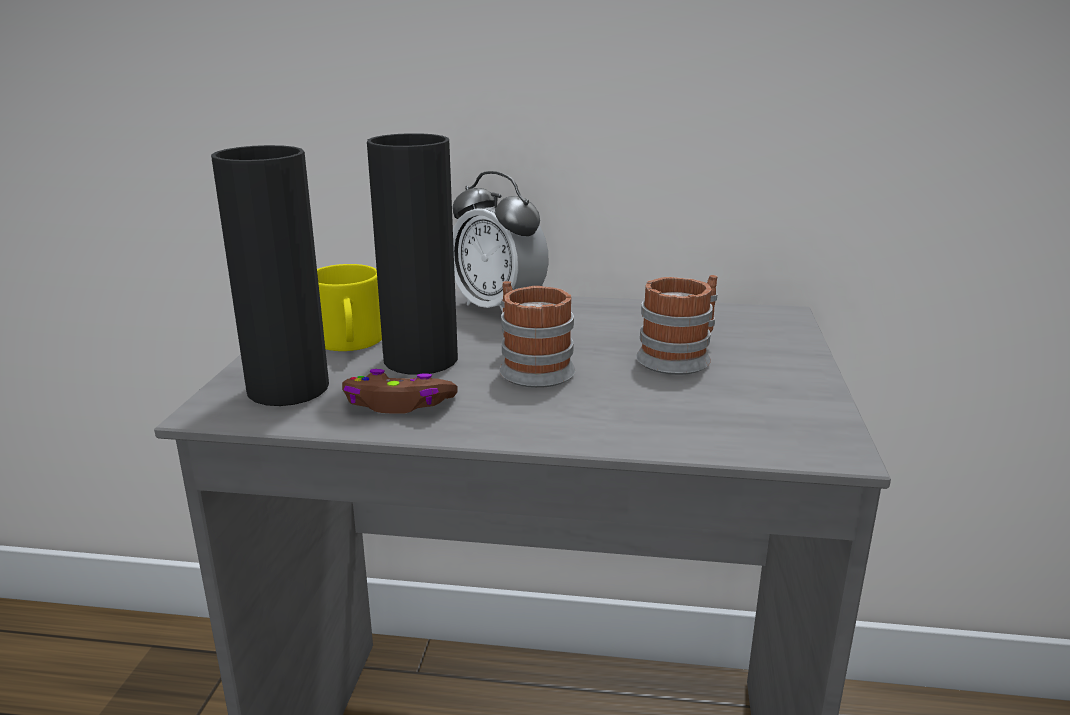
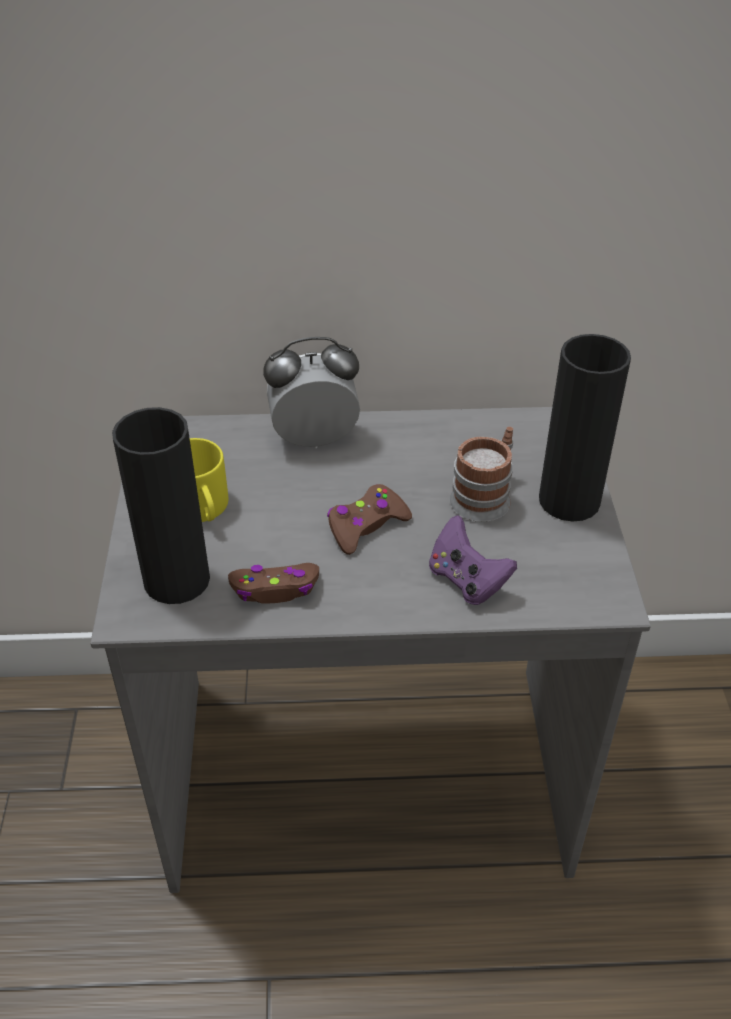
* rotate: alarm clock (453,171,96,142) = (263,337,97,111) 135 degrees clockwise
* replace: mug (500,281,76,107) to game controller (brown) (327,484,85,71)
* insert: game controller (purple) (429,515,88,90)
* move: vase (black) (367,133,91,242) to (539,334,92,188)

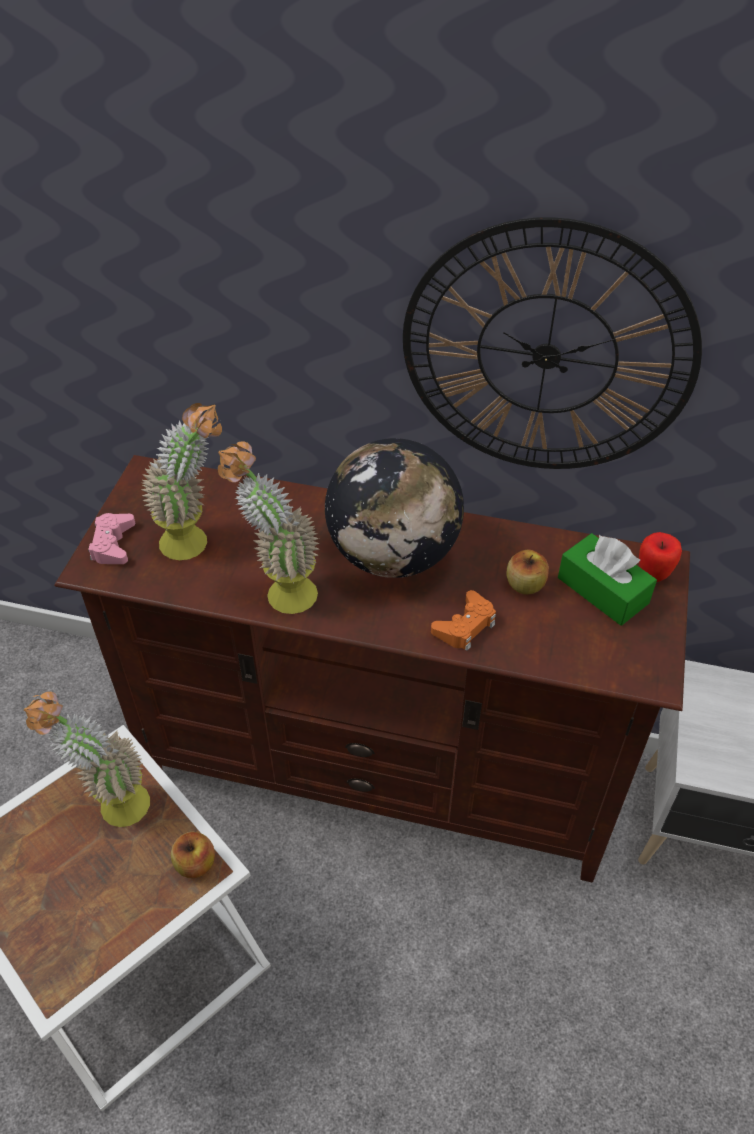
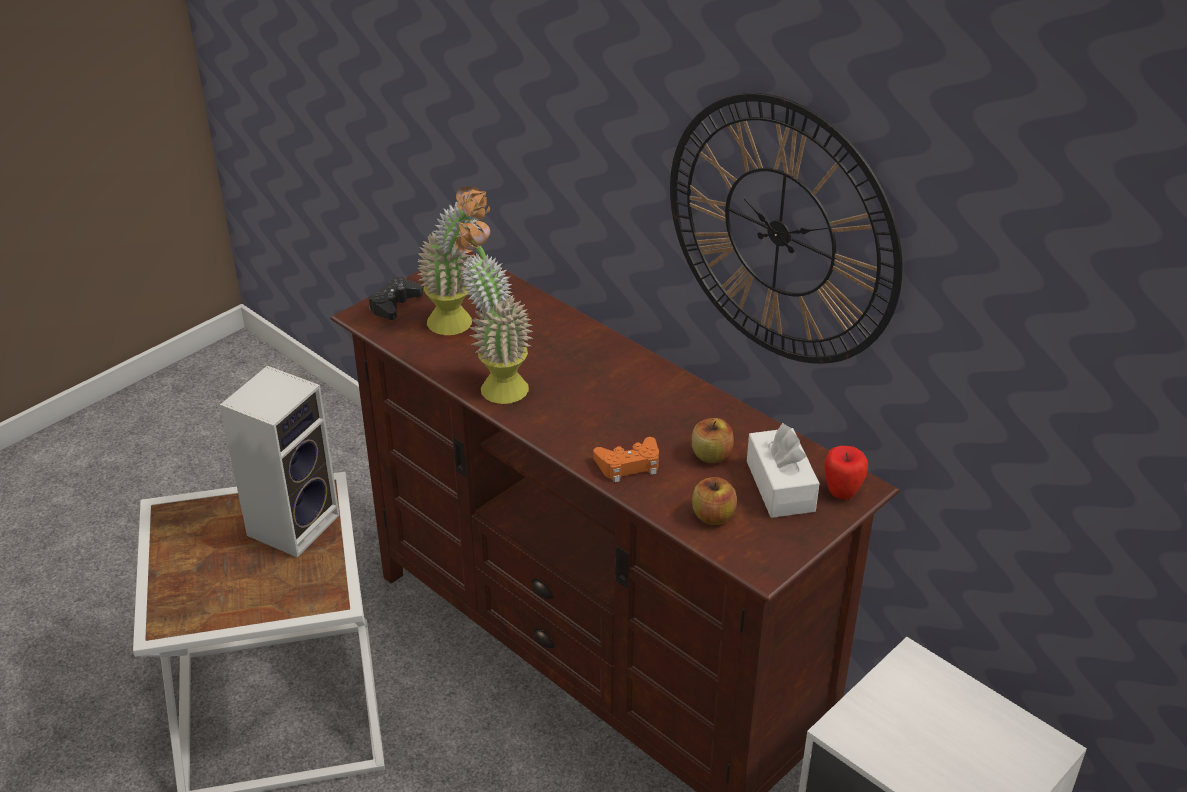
* replace: potted plant (24,692,126,135) to speaker (220,366,120,192)
* recolor: game controller (pink) (88,513,47,51) to game controller (black) (369,277,54,43)
* move: apple (171,832,44,46) to (692,477,45,48)
* recolor: tissue box (green) (558,533,99,93) to tissue box (white) (747,423,73,95)
* delete: globe (325,438,139,140)

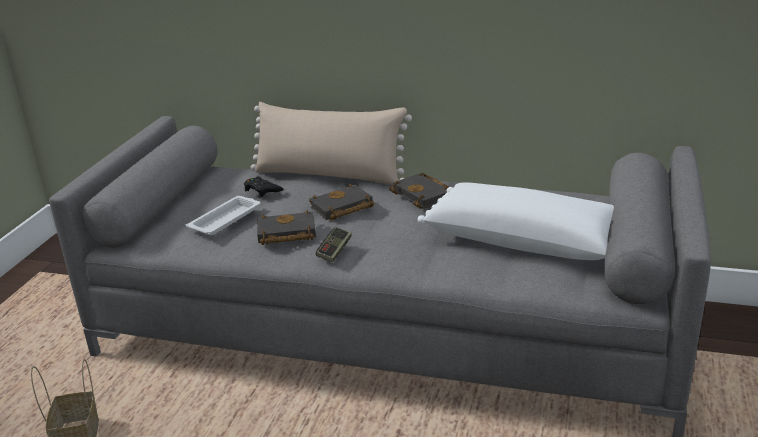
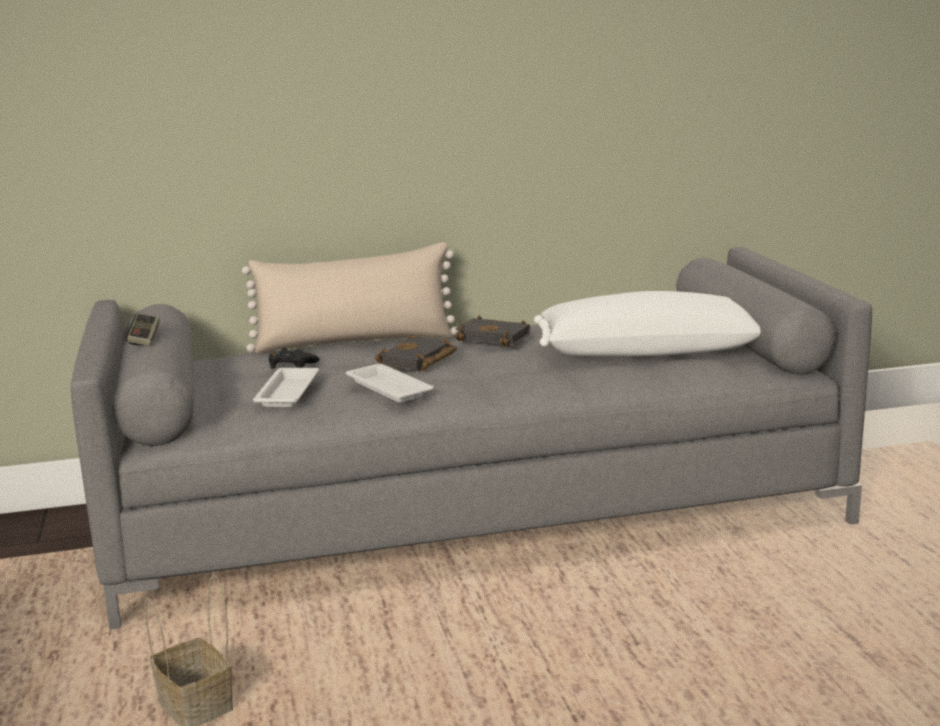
* move: game controller (316,227,36,35) to (126,314,34,32)
* replace: book (black) (257,210,59,35) to tray (white) (346,364,88,39)

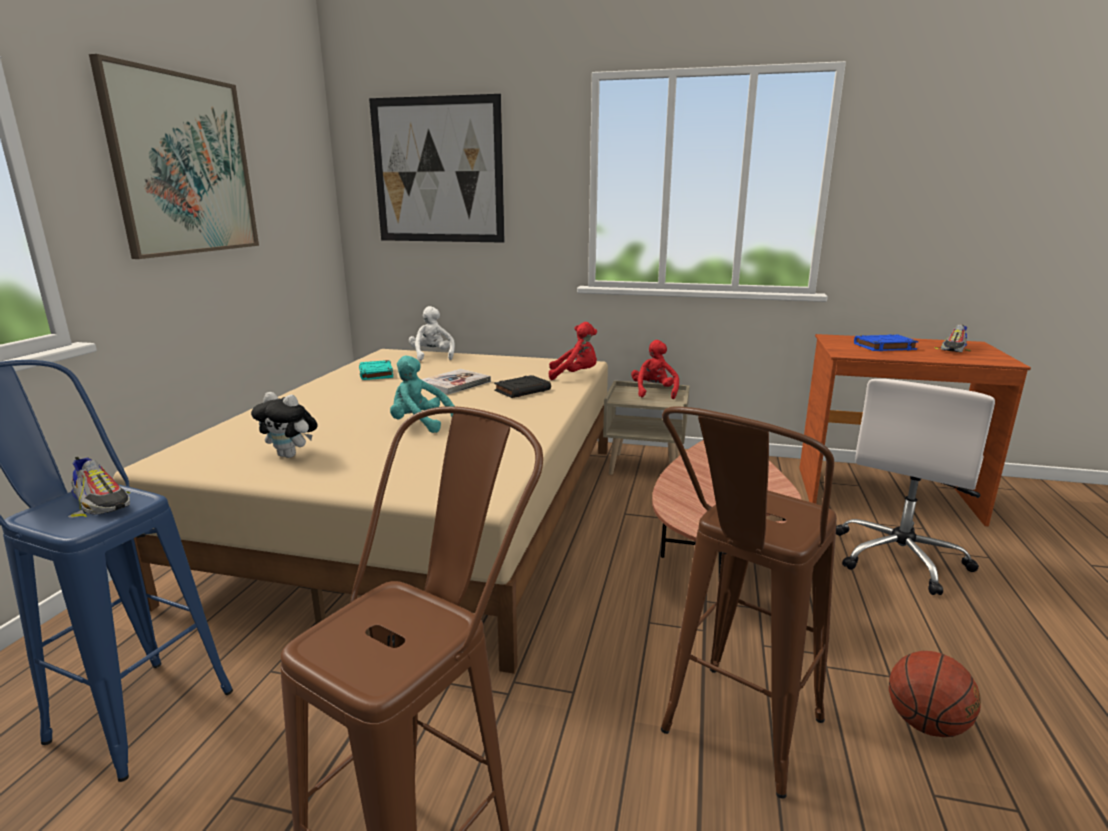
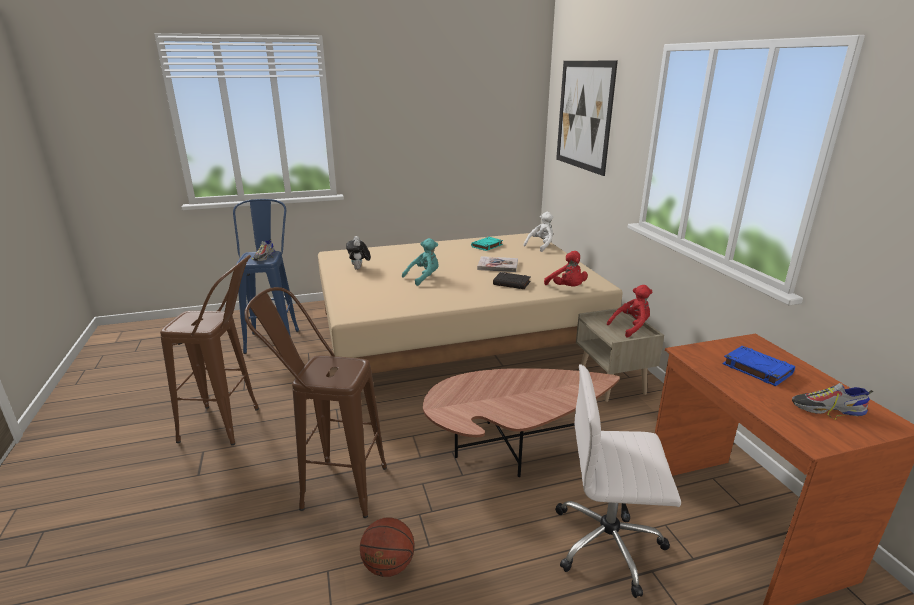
* rotate: plush toy (turquoise) (390,356,64,77) = (402,238,37,48) 60 degrees clockwise
* delete: picture (89,54,170,205)

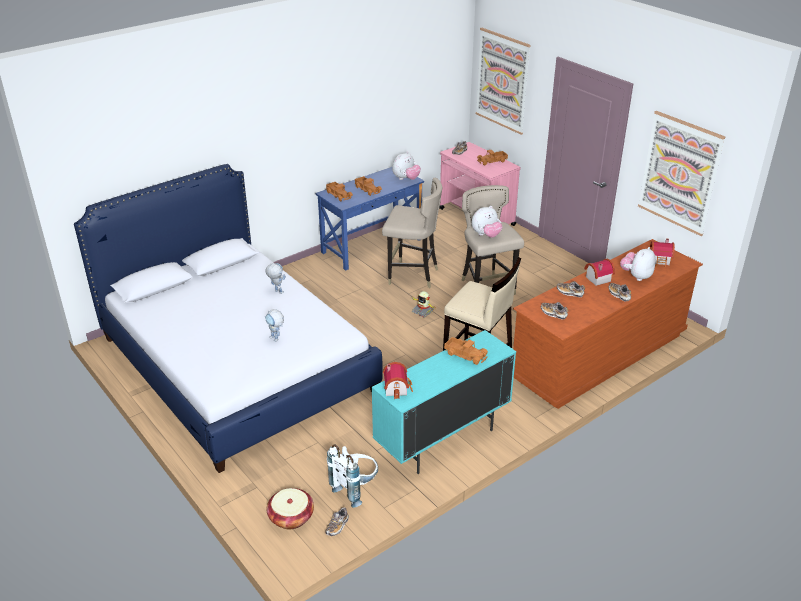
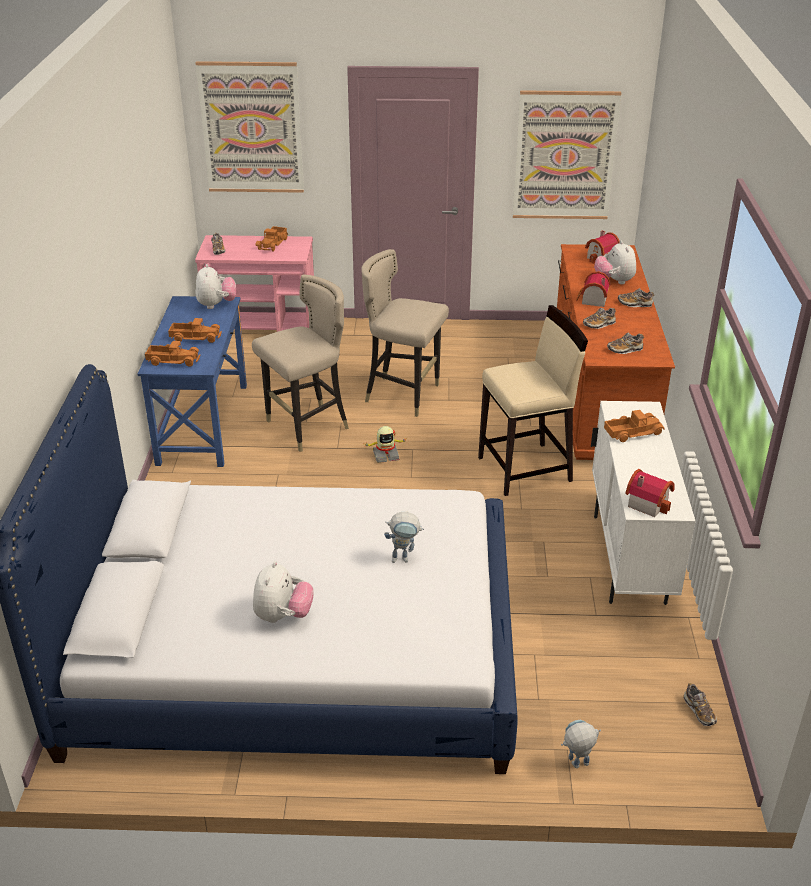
* move: plush toy (472,206,30,32) to (253,561,61,62)
* move: toy robot (265,263,21,31) to (561,720,40,48)
* recolor: cabinet (turquoise) (372,330,144,144) to cabinet (white) (591,401,105,204)
* delete: basket (267,488,47,41)
* delete: backpack (white) (327,444,51,64)

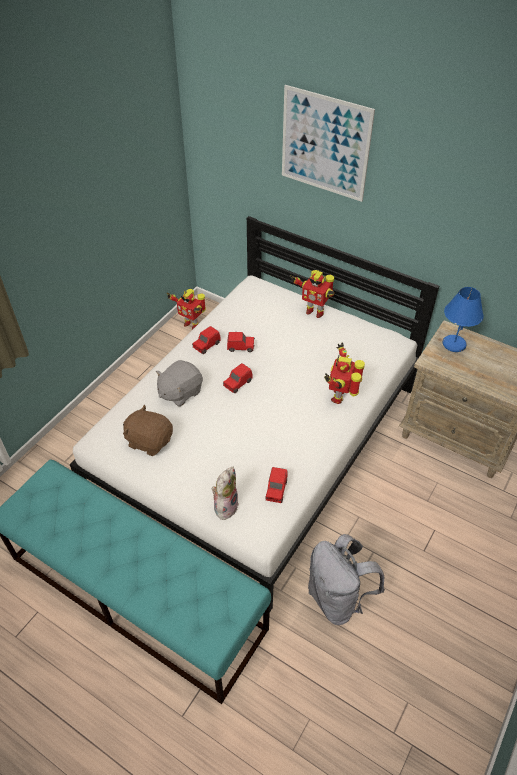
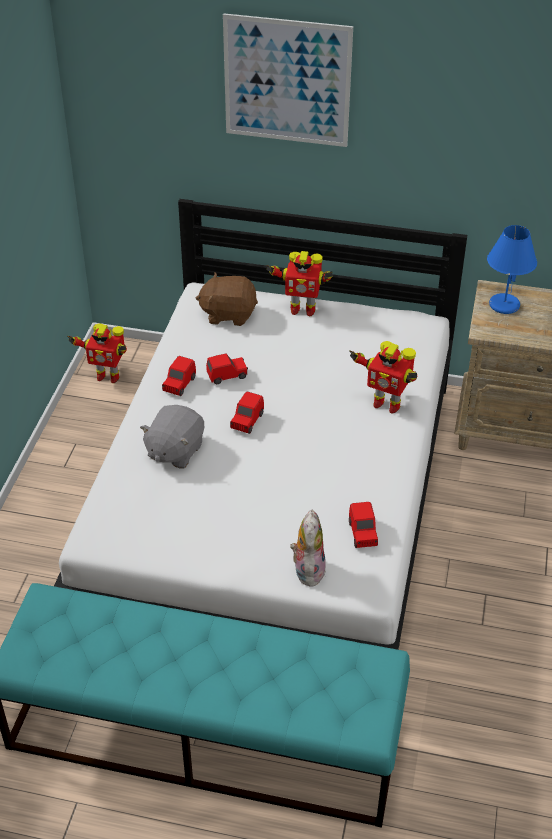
* move: plush toy (brown) (123,404,50,52) to (196,272,62,54)
* rotate: toy robot (324,342,41,62) = (350,341,68,73) 60 degrees counterclockwise
* delete: backpack (grey) (308,534,77,91)

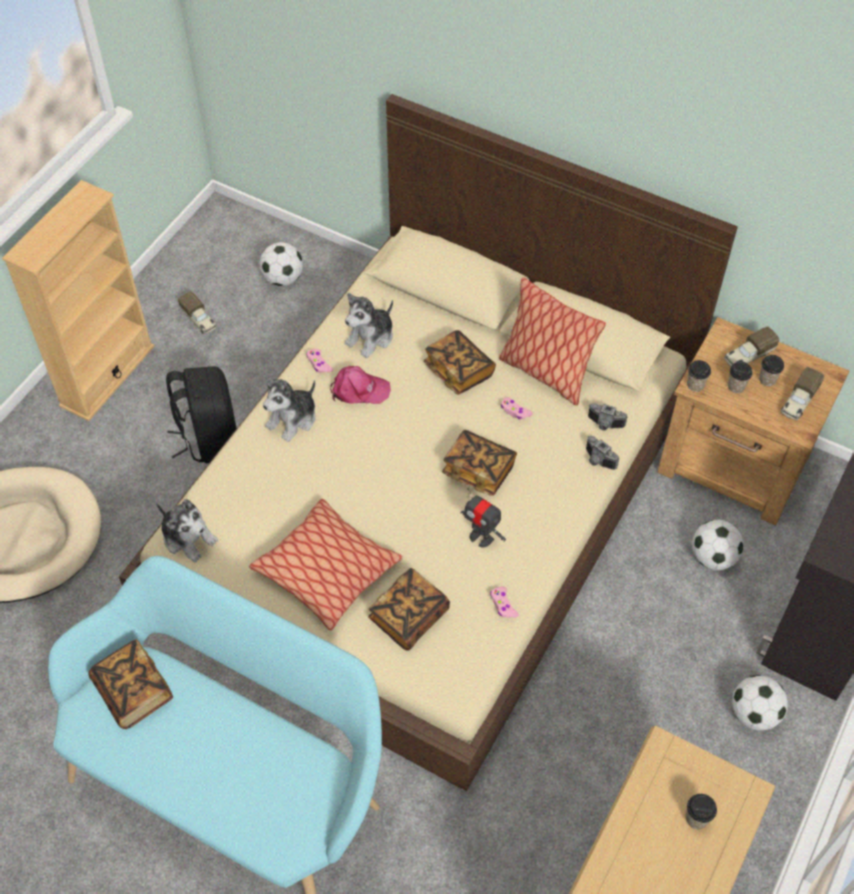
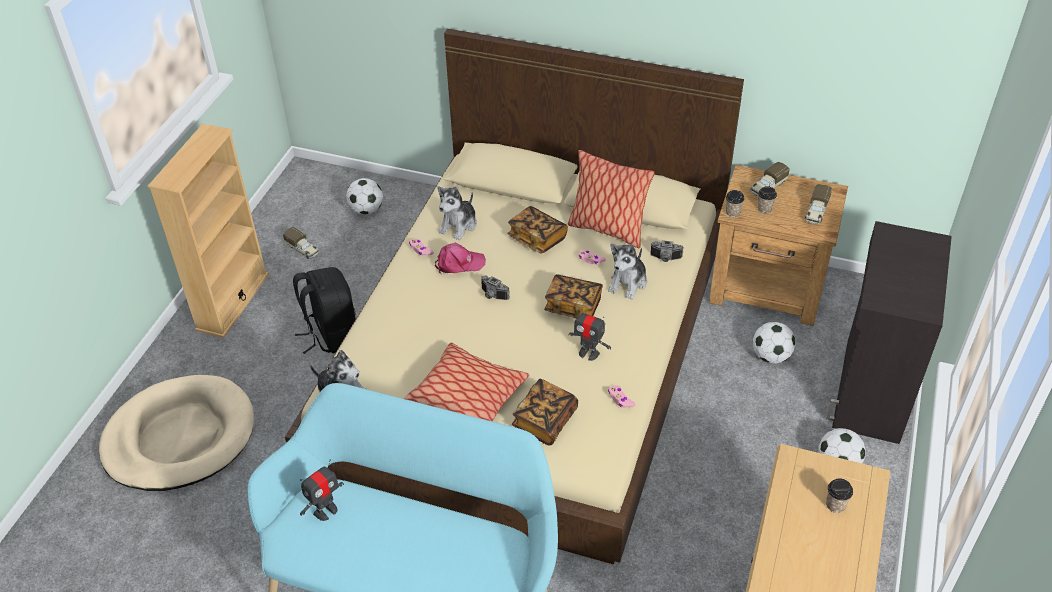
* replace: book (88,639,85,90) to toy robot (300,459,44,62)
* move: photo camera (586,436,33,34) to (481,275,29,25)
* move: plush toy (263,376,53,66) to (608,243,39,56)
* delete: cup (759,355,25,31)

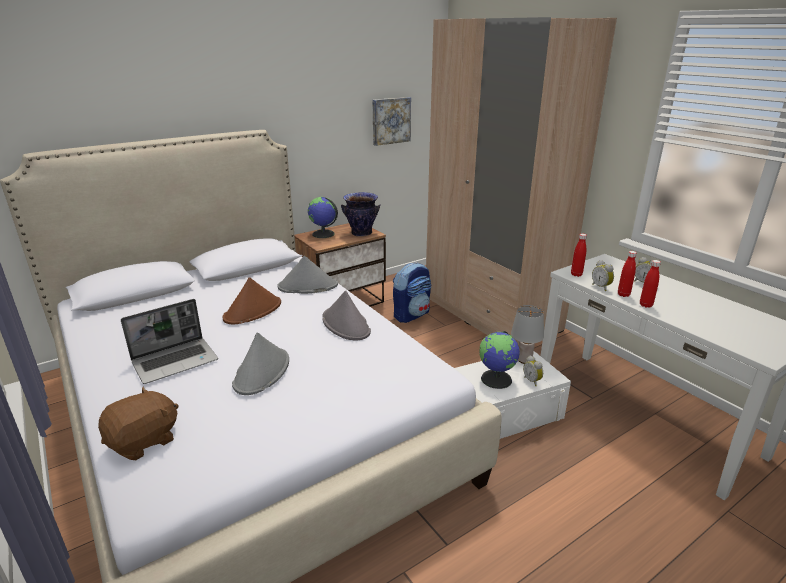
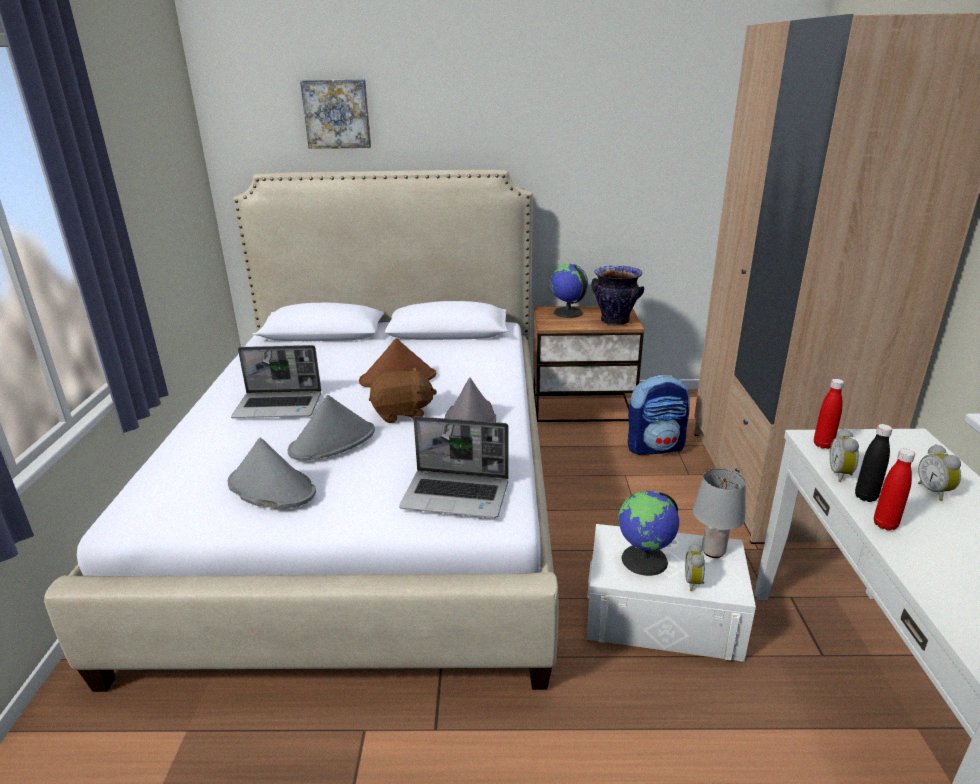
* move: hat (grey) (277,256,61,38) to (228,437,88,72)
* move: picture (372,97,39,49) to (300,79,71,70)
* move: plush toy (brown) (98,387,81,73) to (369,367,68,56)
* insert: laptop (399,416,110,102)
* recolor: bottle (red) (618,251,19,46) to bottle (black) (855,424,38,78)

